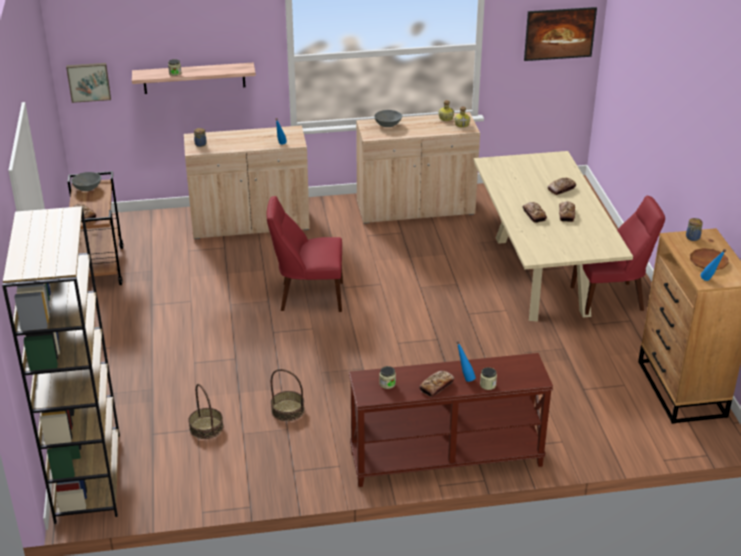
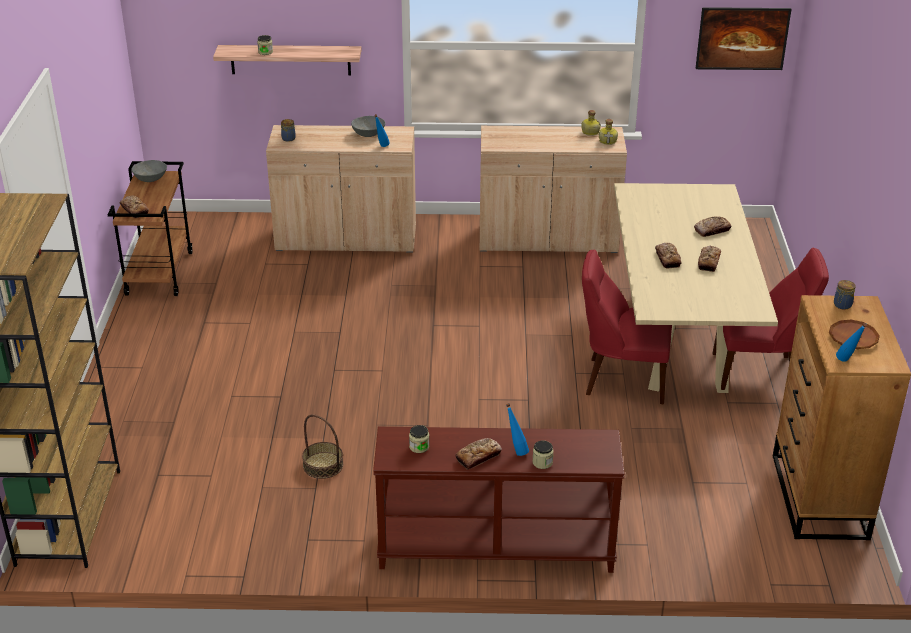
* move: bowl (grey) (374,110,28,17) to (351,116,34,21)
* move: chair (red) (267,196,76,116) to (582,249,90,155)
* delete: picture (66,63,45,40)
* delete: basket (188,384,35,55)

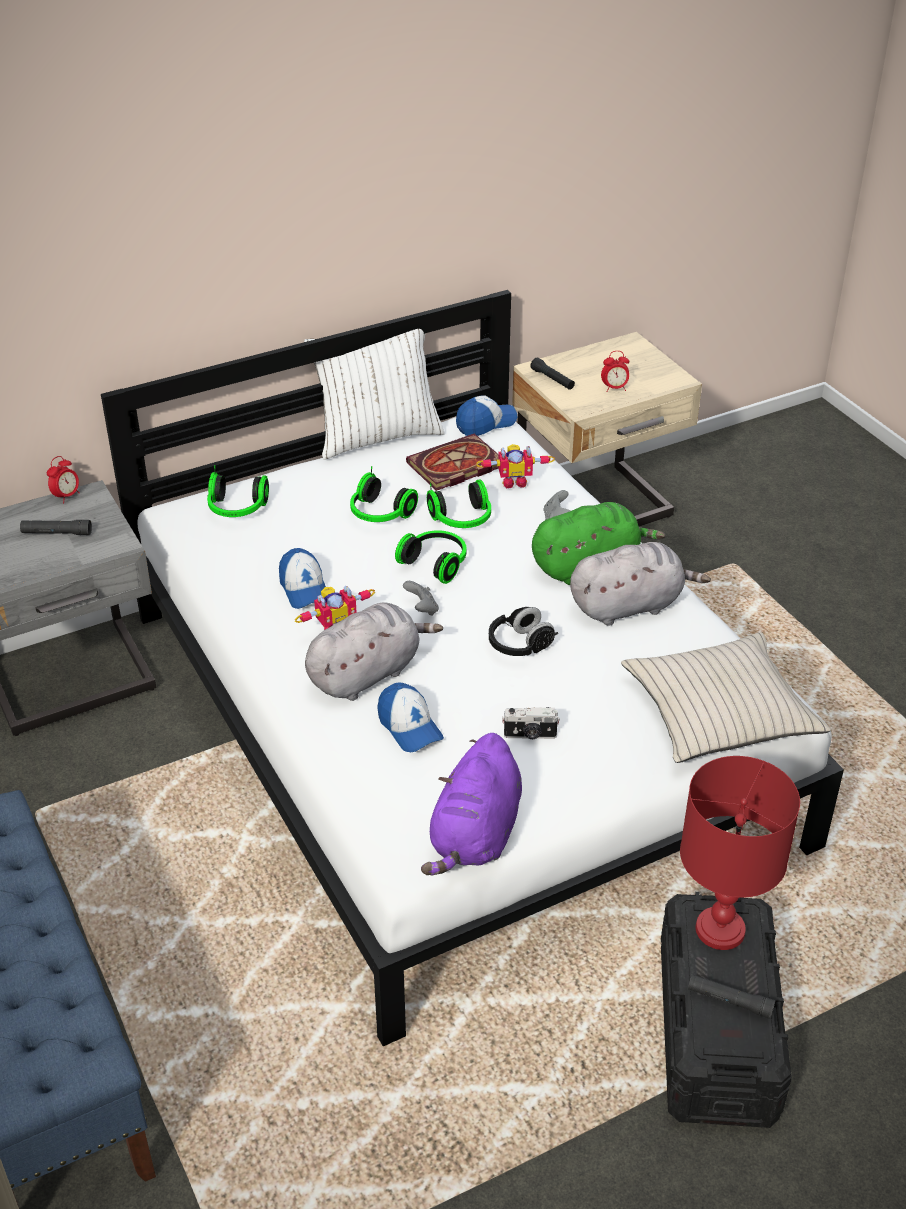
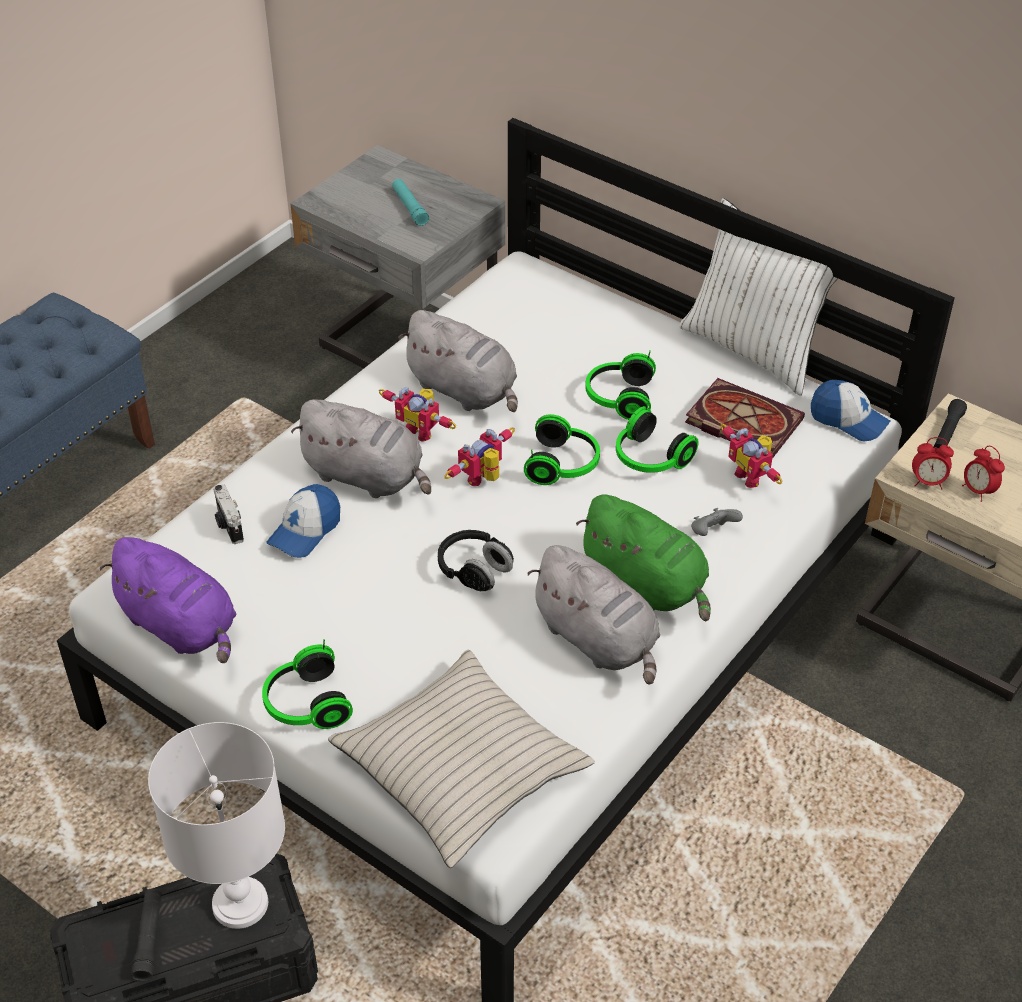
* rotate: plush toy (purple) (421,733,101,142) = (99,537,137,126) 135 degrees counterclockwise
* recolor: table lamp (red) (680,756,120,194) to table lamp (white) (148,722,137,207)
* move: photo camera (502,707,58,32) to (213,484,31,60)
* move: headphones (207,465,62,52) to (262,639,91,90)
* recolor: flashlight (black) (20,520,72,15) to flashlight (turquoise) (392,179,37,47)
* replace: cap (279,548,47,61) to plush toy (grey) (398,310,120,102)
* replace: game controller (grey) (403,581,36,35) to toy robot (445,427,70,59)
* move: alarm clock (47,456,33,47) to (912,437,42,53)

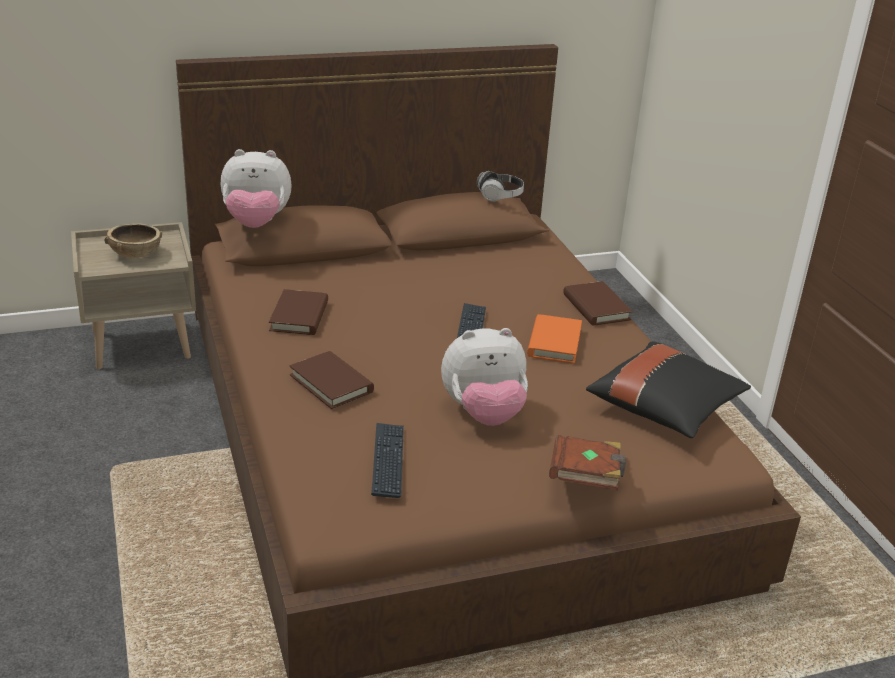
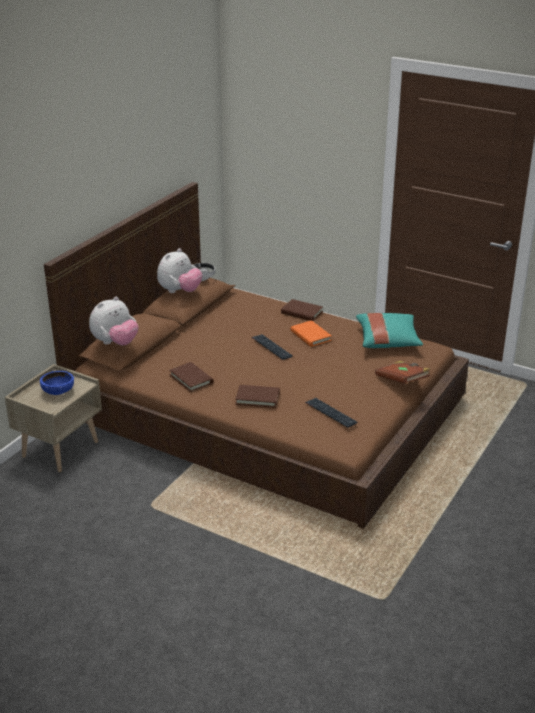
* recolor: bowl (brown) (105,223,57,35) to bowl (blue) (40,371,34,24)
* move: plush toy (441,328,87,98) to (157,248,45,45)
* recolor: pillow (black) (586,341,165,97) to pillow (turquoise) (356,313,67,35)

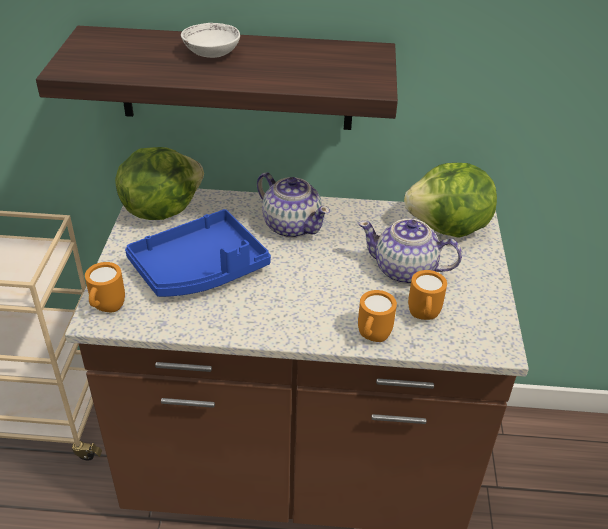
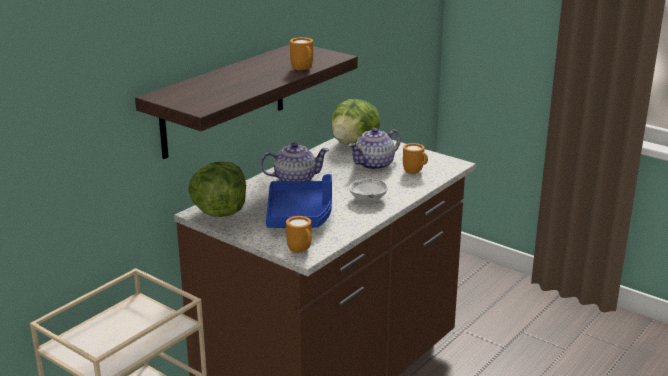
* move: mug (orange) (358,290,39,52) to (290,37,23,33)
* move: bowl (white) (181,23,59,35) to (349,178,39,24)

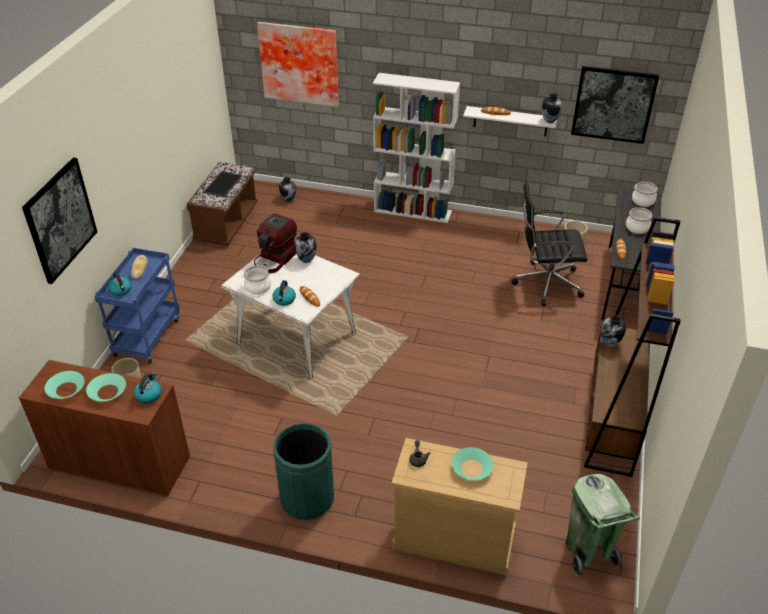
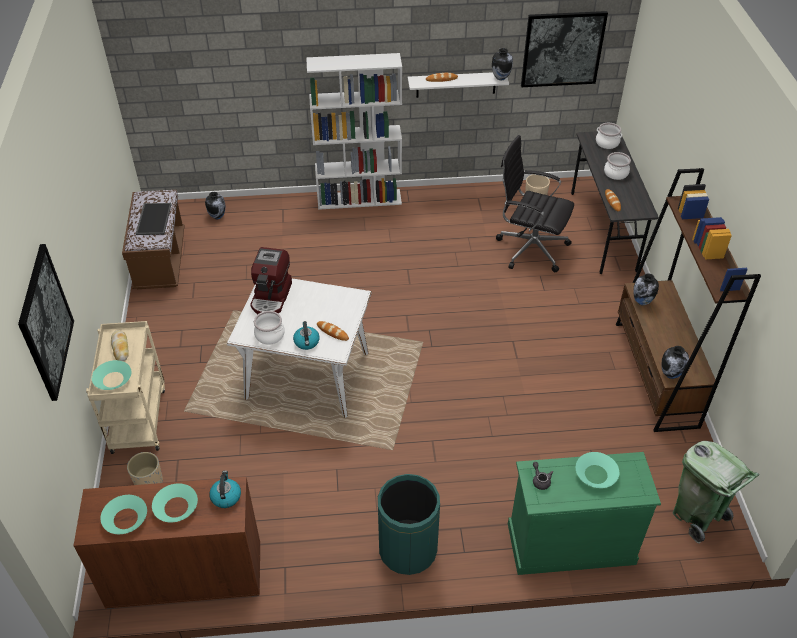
* recolor: cart (blue) (94,248,86,116) to cart (beige) (86,321,79,133)
* replace: kettle (108,271,24,25) to bowl (turquoise) (92,360,39,30)
* rotate: office chair (black) (511,181,76,125) = (496,135,78,137) 45 degrees clockwise
* recolor: dresser (beige) (391,438,137,138) to dresser (green) (508,452,153,123)
* move: vase (295,232,21,31) to (662,346,27,33)
* delete: picture (257,22,82,85)

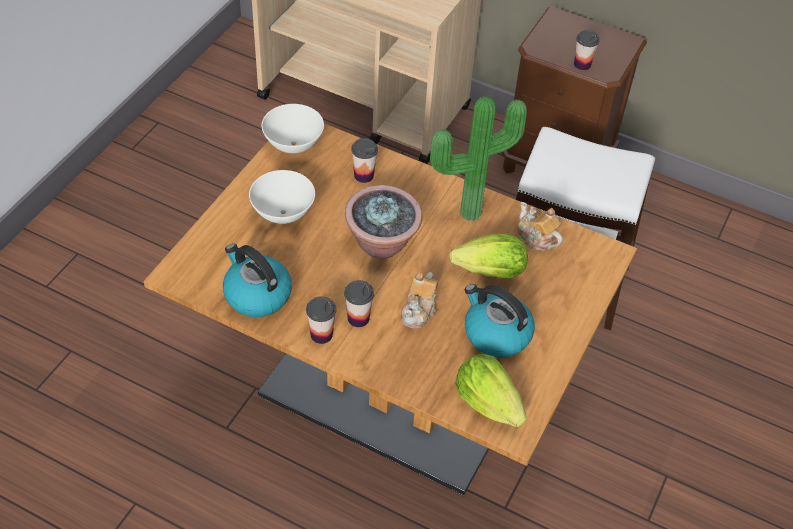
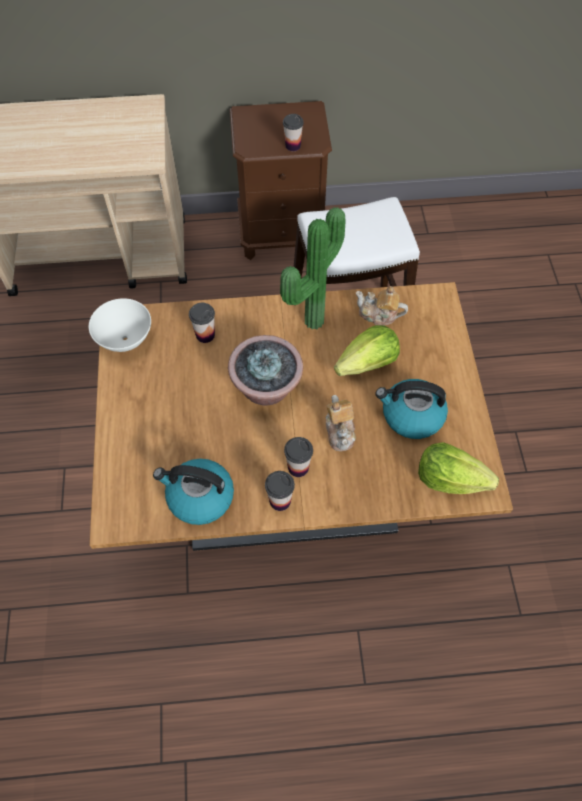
* delete: bowl (white) (249,170,66,54)

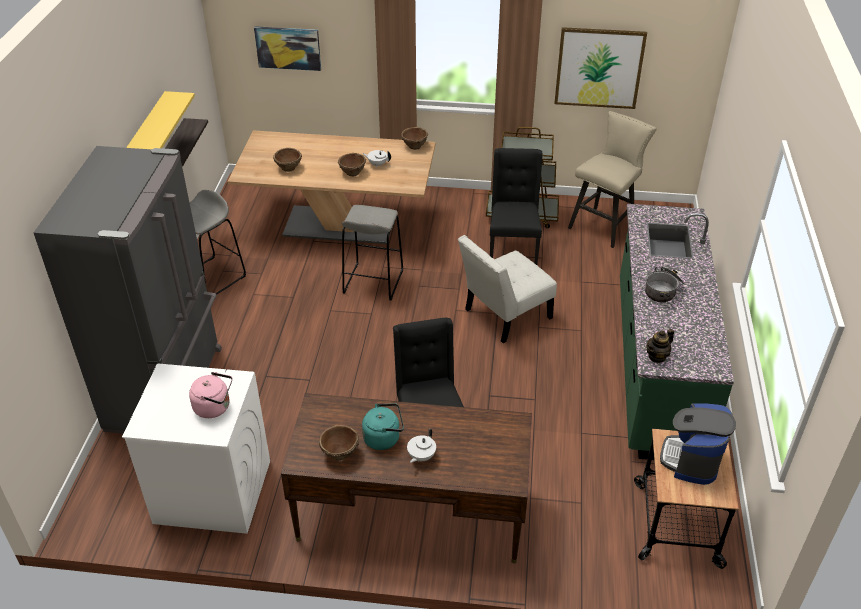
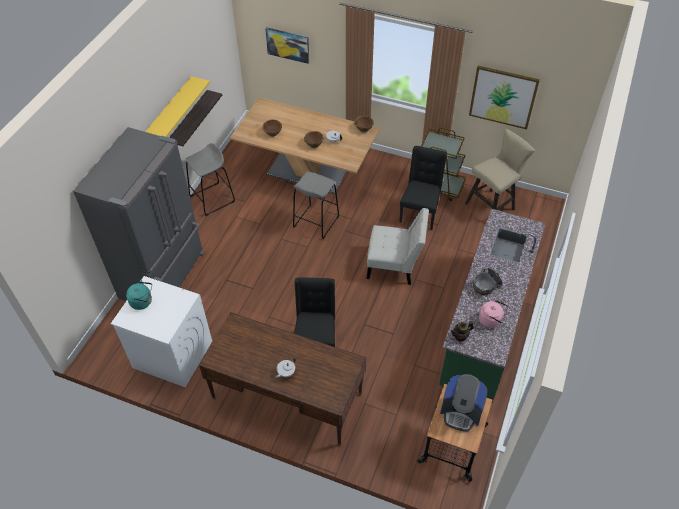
* move: kettle (turquoise) (362,403,42,47) to (126,280,26,30)
* rotate: chair (white) (458,235,99,108) = (367,208,62,77) 150 degrees counterclockwise
* rotate: coffee machine (660,403,76,82) = (440,374,47,58) 105 degrees counterclockwise
* move: kettle (pink) (189,372,43,46) to (479,299,29,29)
* delete: bowl (brown) (319,425,40,36)

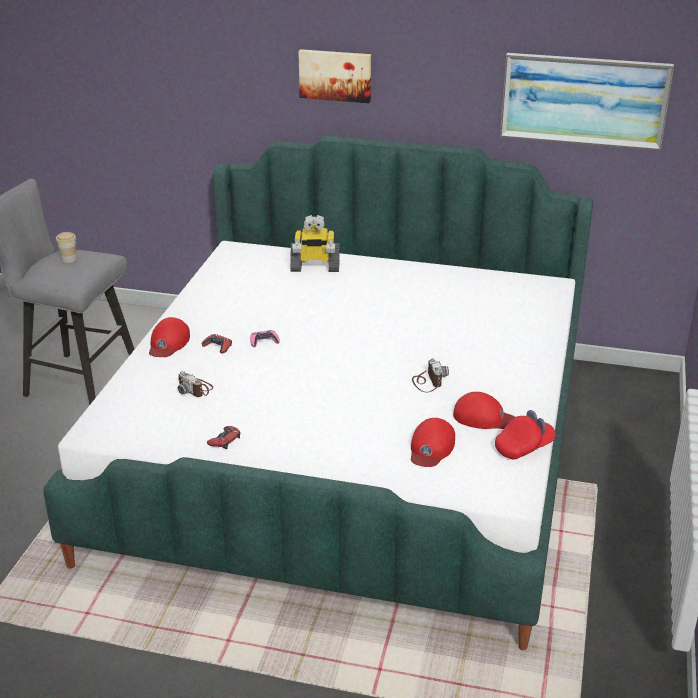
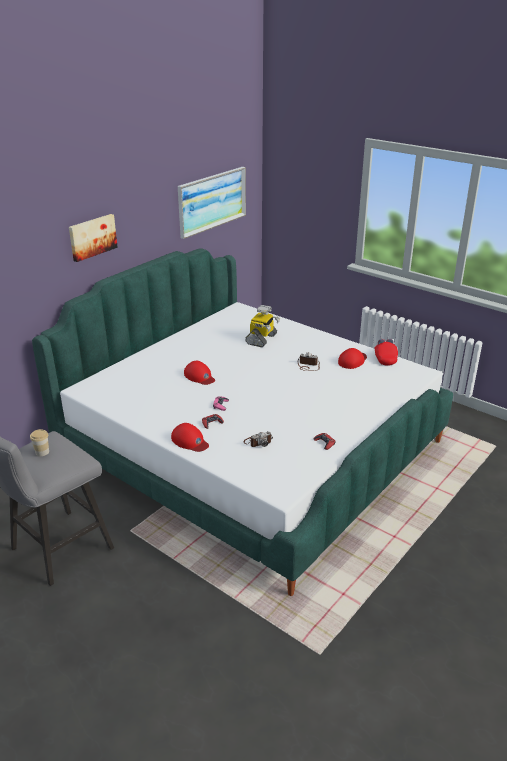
* move: cap (red) (411,418,44,49) to (184,361,31,24)
* move: toy robot (290,215,50,57) to (245,305,35,42)

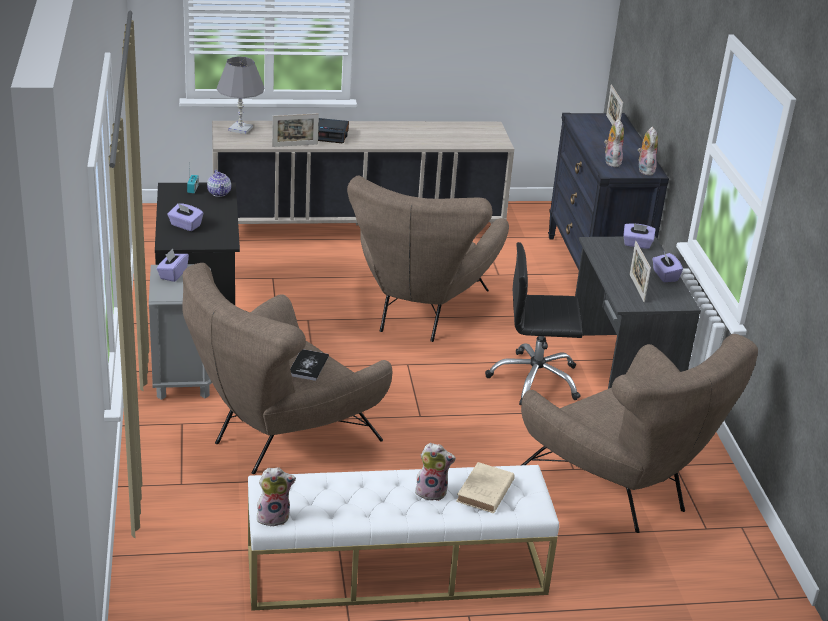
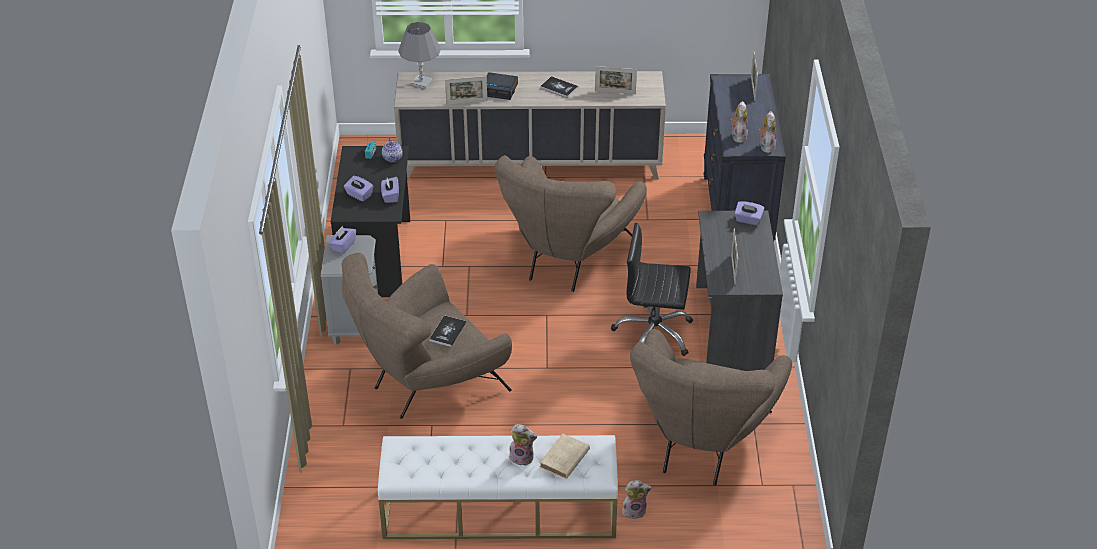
* move: tissue box (purple) (652,252,31,30) to (381,177,18,26)
* insert: book (540,76,38,22)
* insert: picture frame (595,66,42,28)
* move: plush toy (257,467,39,60) to (622,480,30,39)
* rotate: armchair (brown) (521,334,237,199) = (630,329,162,156) 45 degrees clockwise

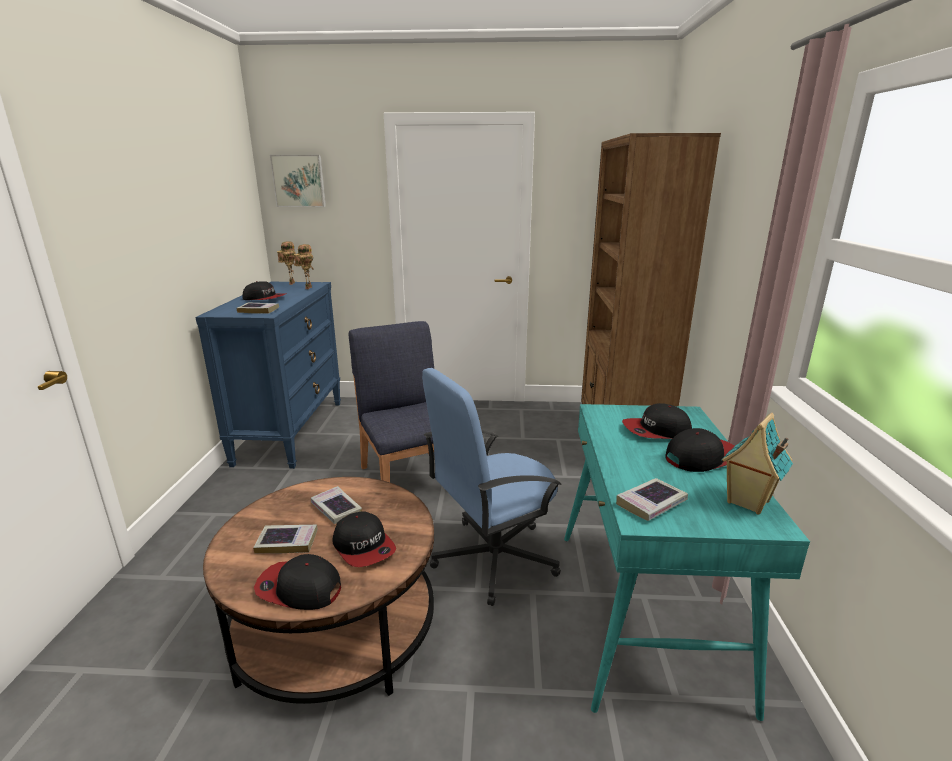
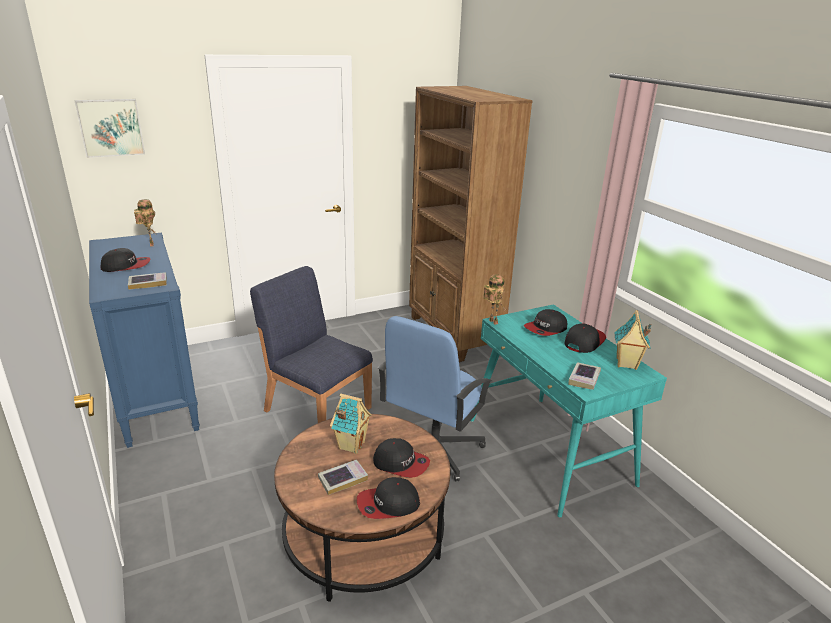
* replace: book (311,486,51,38) to toy house (330,394,42,60)
* move: toy robot (277,241,19,44) to (483,274,23,51)

